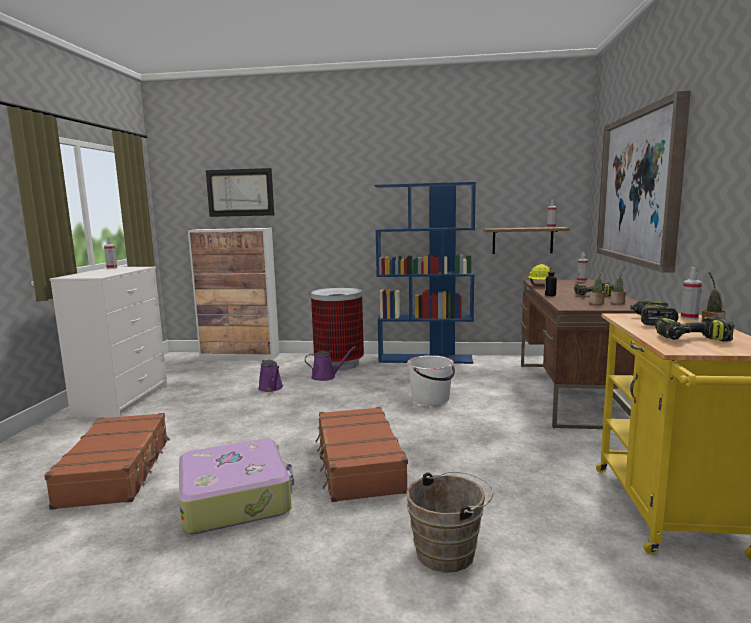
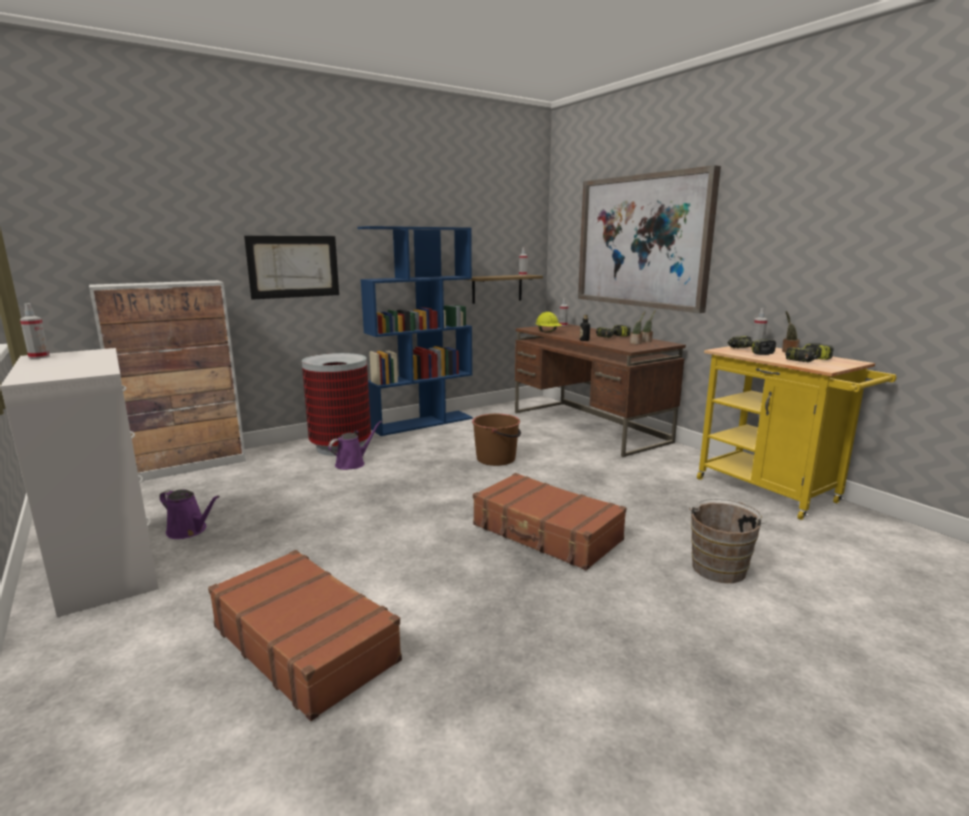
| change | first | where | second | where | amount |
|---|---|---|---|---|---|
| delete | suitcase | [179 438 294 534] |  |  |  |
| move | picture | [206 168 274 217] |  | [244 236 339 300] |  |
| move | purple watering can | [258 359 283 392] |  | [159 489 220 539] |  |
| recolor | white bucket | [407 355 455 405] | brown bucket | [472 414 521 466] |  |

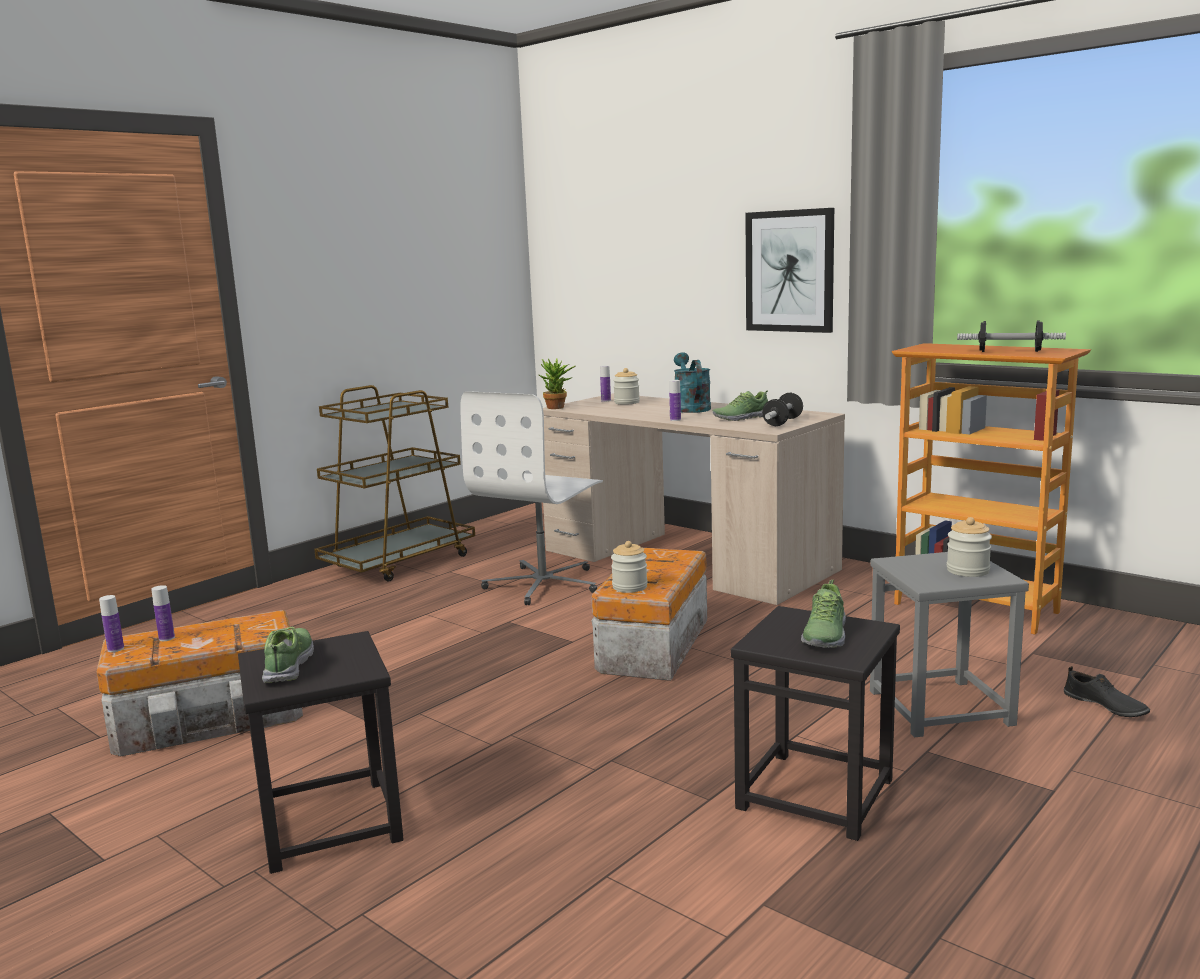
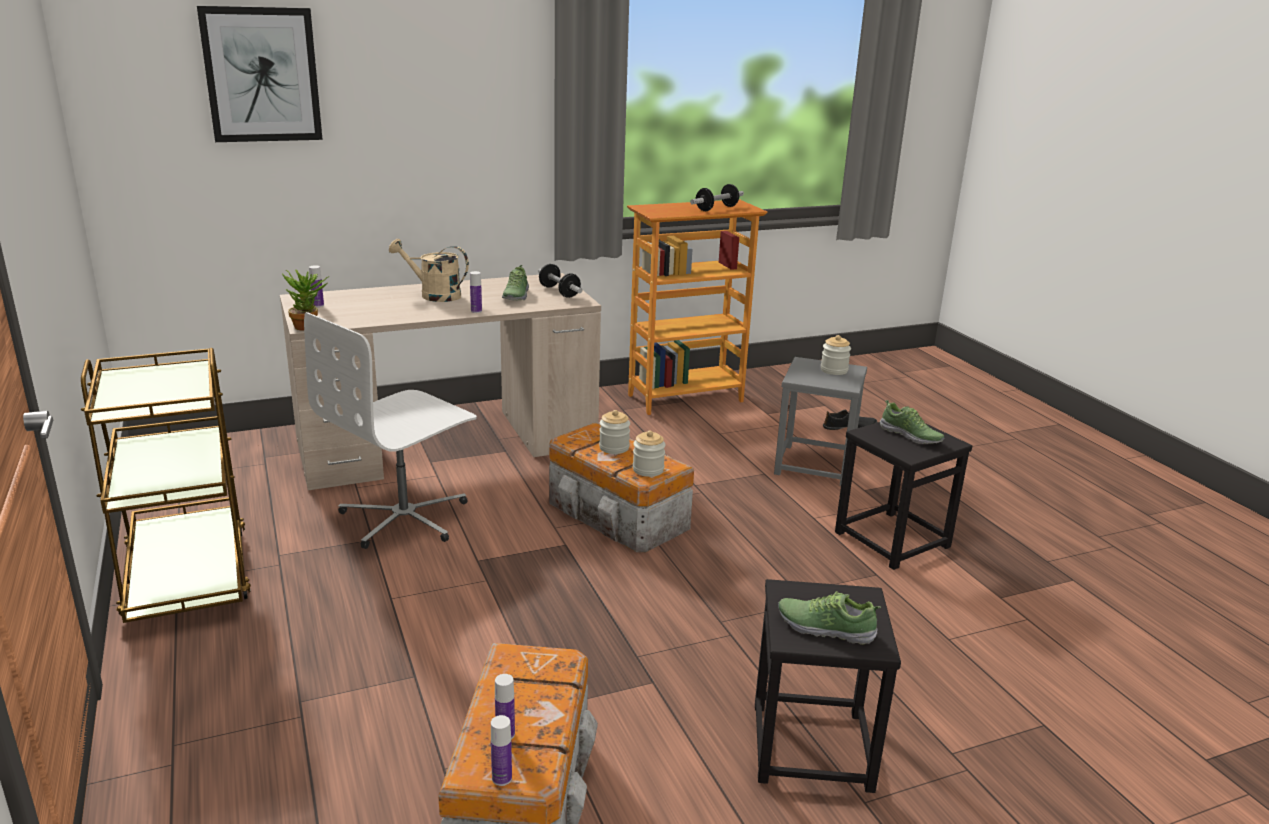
| change | first | where | second | where | amount |
|---|---|---|---|---|---|
| move | jar | [613 368 640 405] |  | [599 410 630 454] |  |
| move | picture | [745 208 834 333] |  | [197 6 323 142] |  |
| recolor | turquoise watering can | [674 352 711 413] | beige watering can | [389 239 469 302] |  |
| rotate | white office chair | [460 391 603 605] |  | [304 312 477 549] | 75 degrees clockwise |

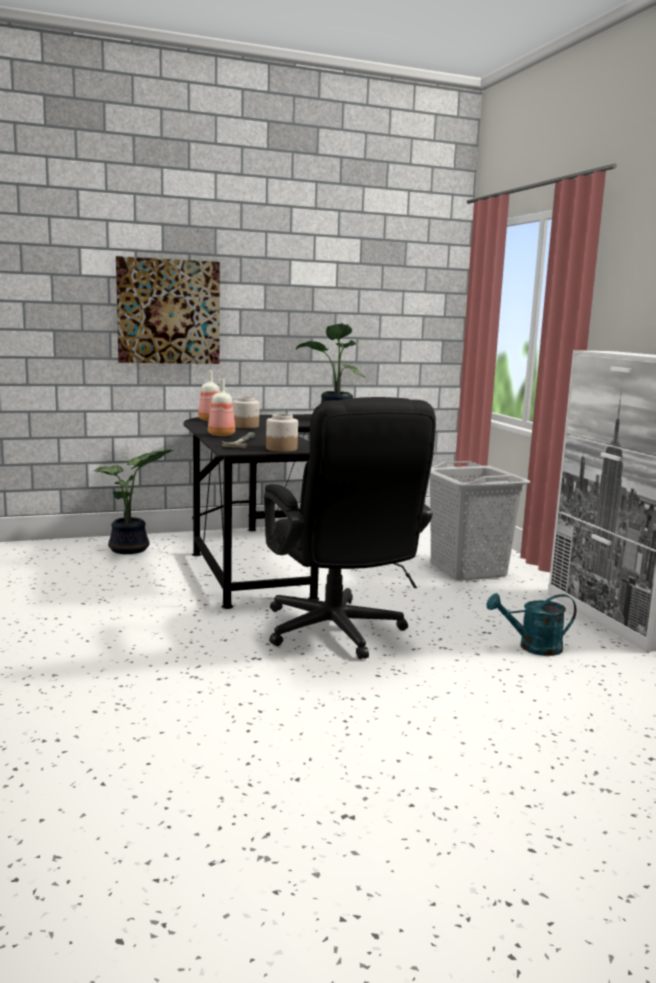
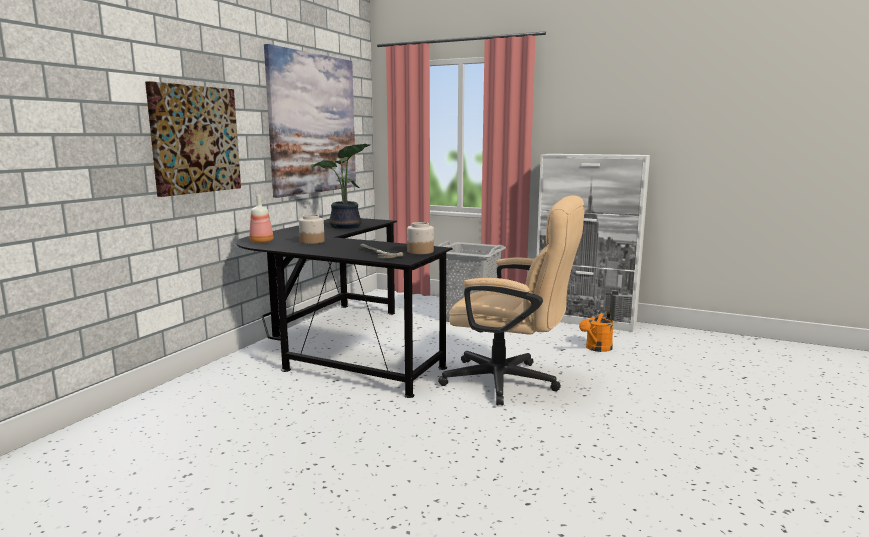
| change | first | where | second | where | amount |
|---|---|---|---|---|---|
| delete | potted plant | [93 449 173 554] |  |  |  |
| delete | bottle | [208 379 235 436] |  |  |  |
| insert |  |  | picture | [264 44 356 198] |  |
| recolor | black office chair | [264 397 436 659] | beige office chair | [438 195 585 405] |  |
| recolor | turquoise watering can | [487 593 577 656] | orange watering can | [579 310 614 352] |  |

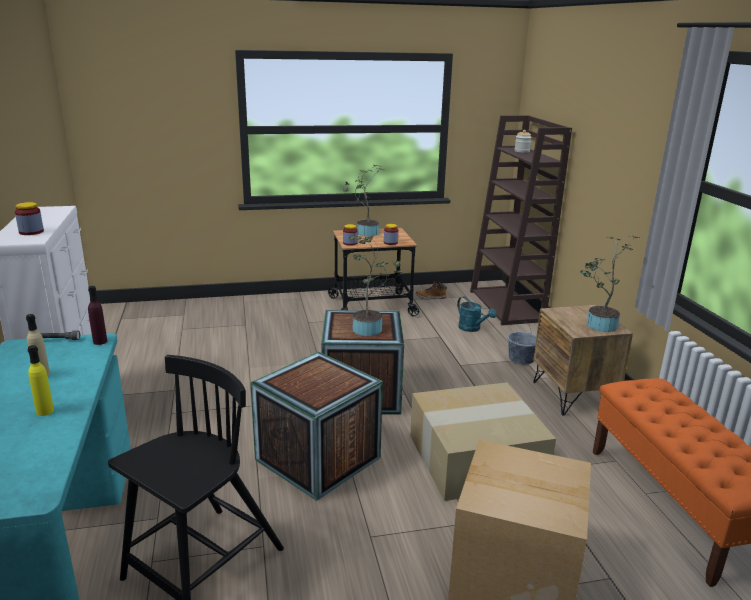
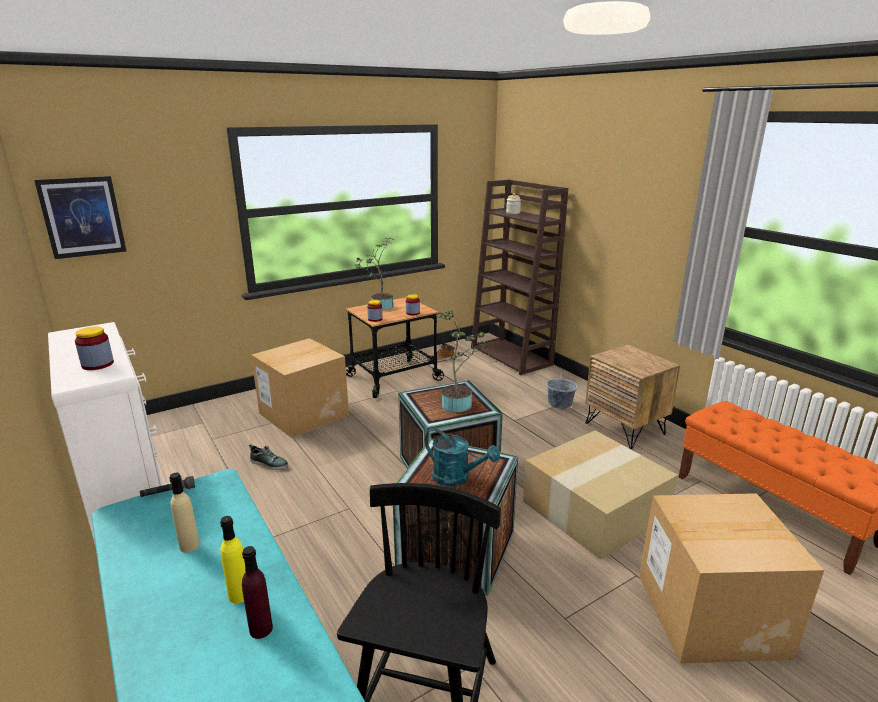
| change | first | where | second | where | amount |
|---|---|---|---|---|---|
| delete | potted plant | [580 236 639 332] |  |  |  |
| insert |  |  | picture | [34 176 126 259] |  |
| insert |  |  | shoe | [249 444 288 470] |  |
| insert |  |  | cardboard box | [251 338 349 438] |  |
| move | purple bottle | [88 286 107 345] |  | [242 546 273 639] |  |
| move | turquoise watering can | [457 296 497 332] |  | [425 428 500 487] |  |

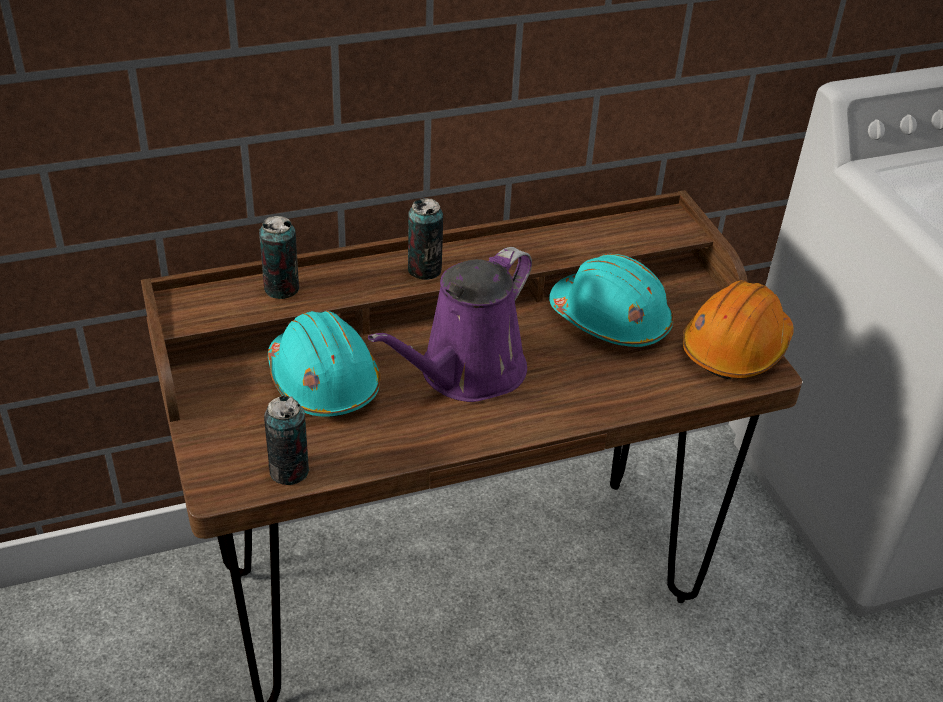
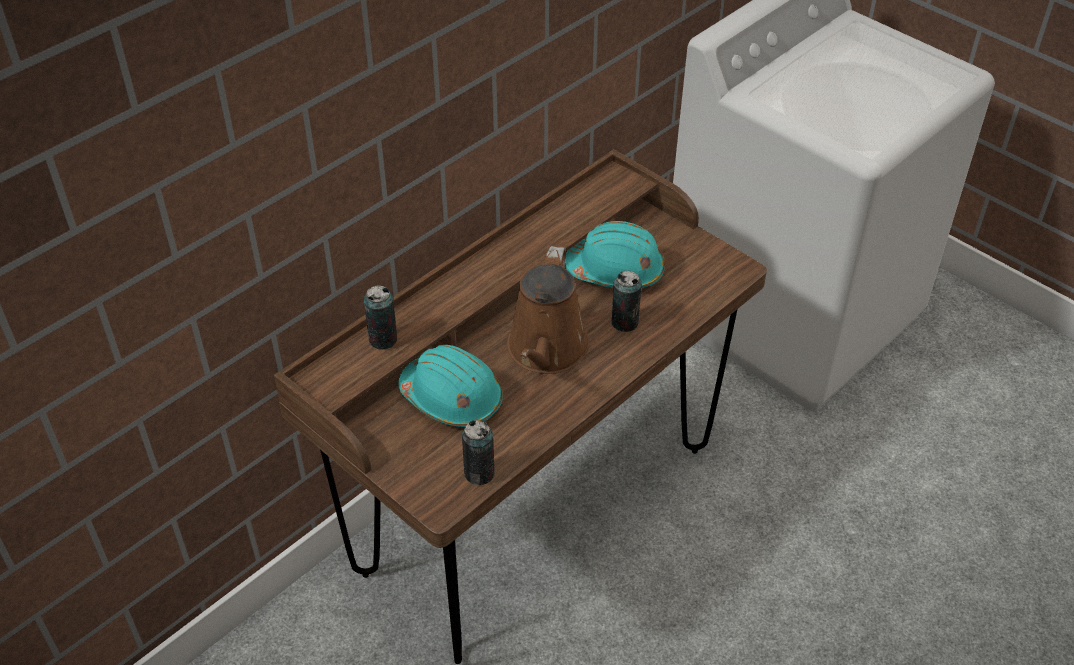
| change | first | where | second | where | amount |
|---|---|---|---|---|---|
| delete | orange hard hat | [683 280 794 380] |  |  |  |
| move | can | [408 198 443 280] |  | [611 270 642 332] |  |
| recolor | purple watering can | [368 247 532 402] | brown watering can | [507 246 590 374] |  |

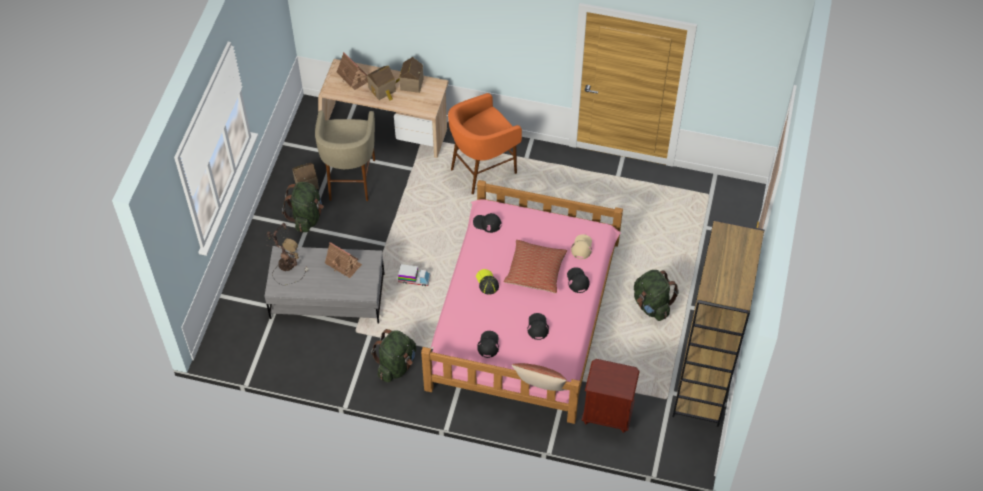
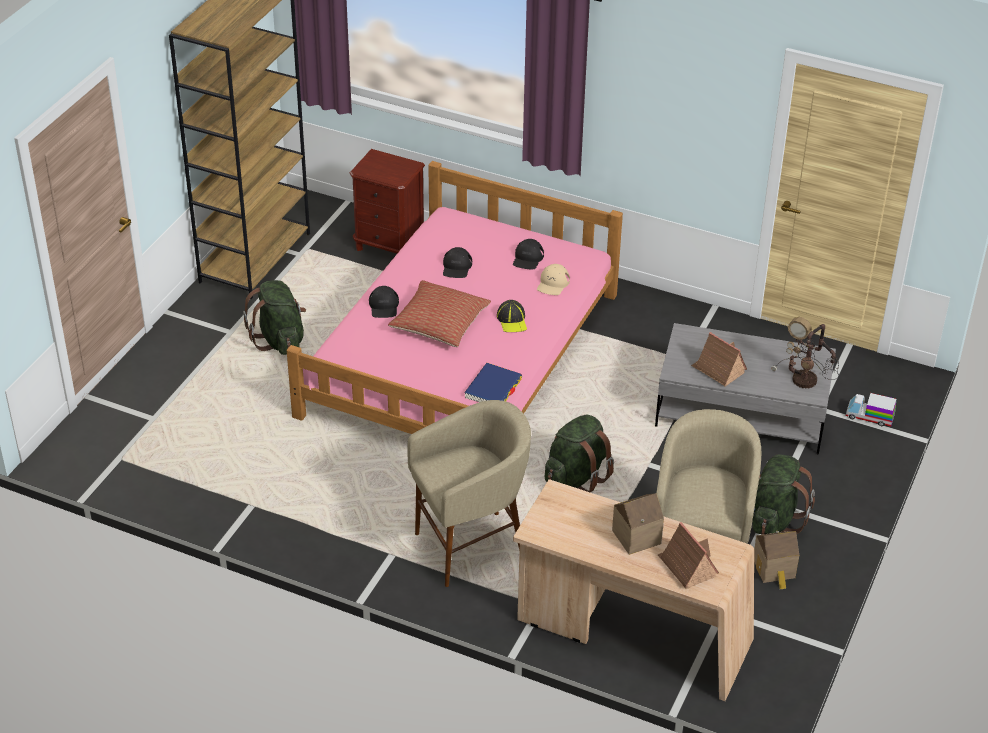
| change | first | where | second | where | amount |
|---|---|---|---|---|---|
| delete | toy house | [395 57 424 93] |  |  |  |
| delete | pillow | [512 363 567 391] |  |  |  |
| move | green backpack | [371 329 416 382] |  | [545 415 614 493] |  |
| move | toy truck | [398 264 430 286] |  | [846 393 896 427] |  |
| move | beige cap | [571 234 592 259] |  | [537 264 570 295] |  |
| replace | black cap | [473 213 502 233] | blue book | [464 363 522 402] |  |
| recolor | orange stool | [448 93 522 194] | beige stool | [408 400 531 587] |  |

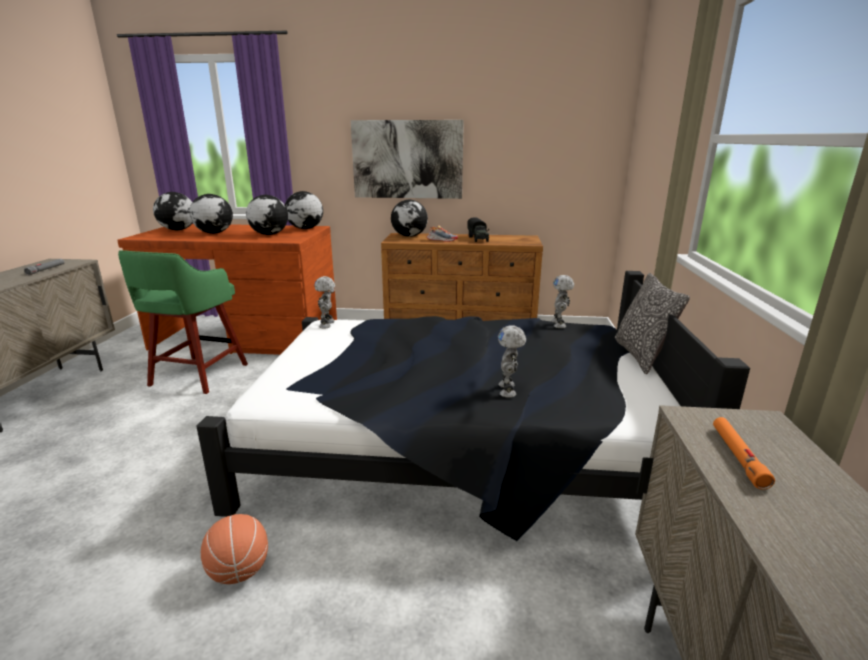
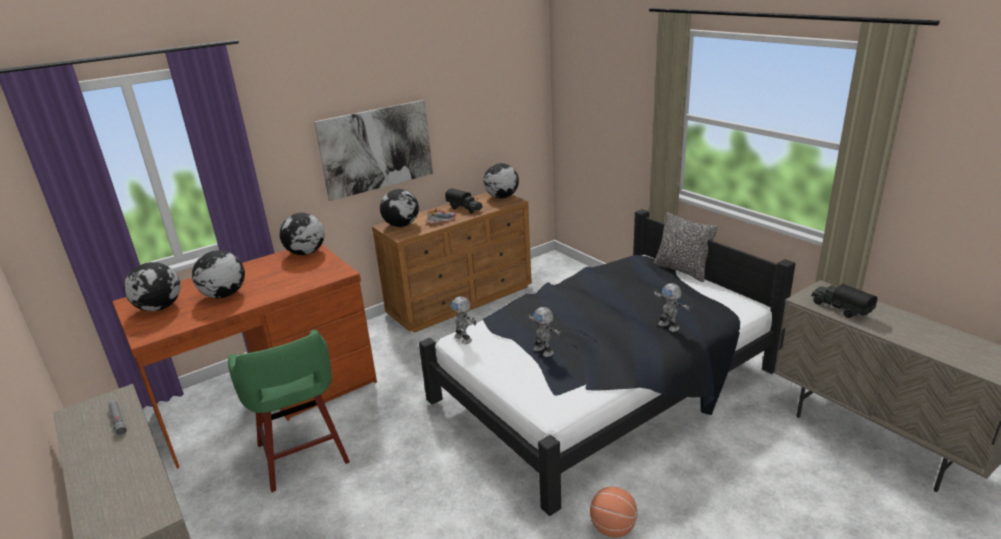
| change | first | where | second | where | amount |
|---|---|---|---|---|---|
| move | globe | [246 195 288 235] |  | [483 163 519 198] |  |
| move | toy robot | [551 275 574 328] |  | [527 307 562 357] |  |
| replace | orange flashlight | [713 417 775 490] | toy truck | [811 284 878 318] |  |

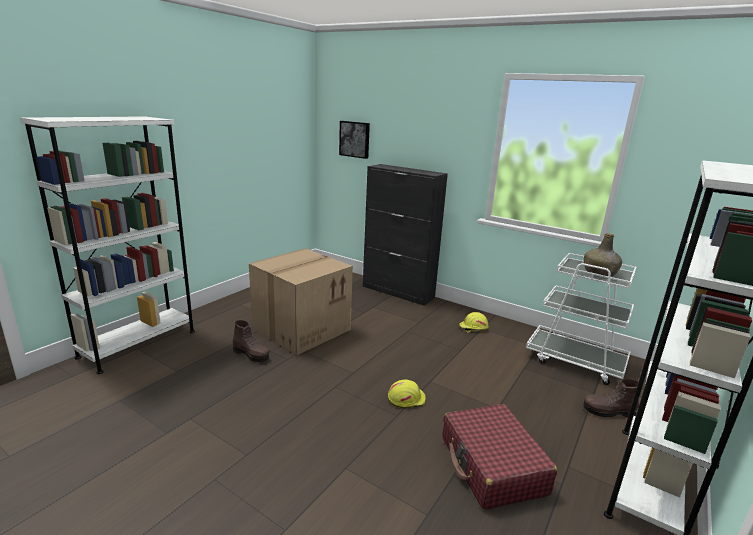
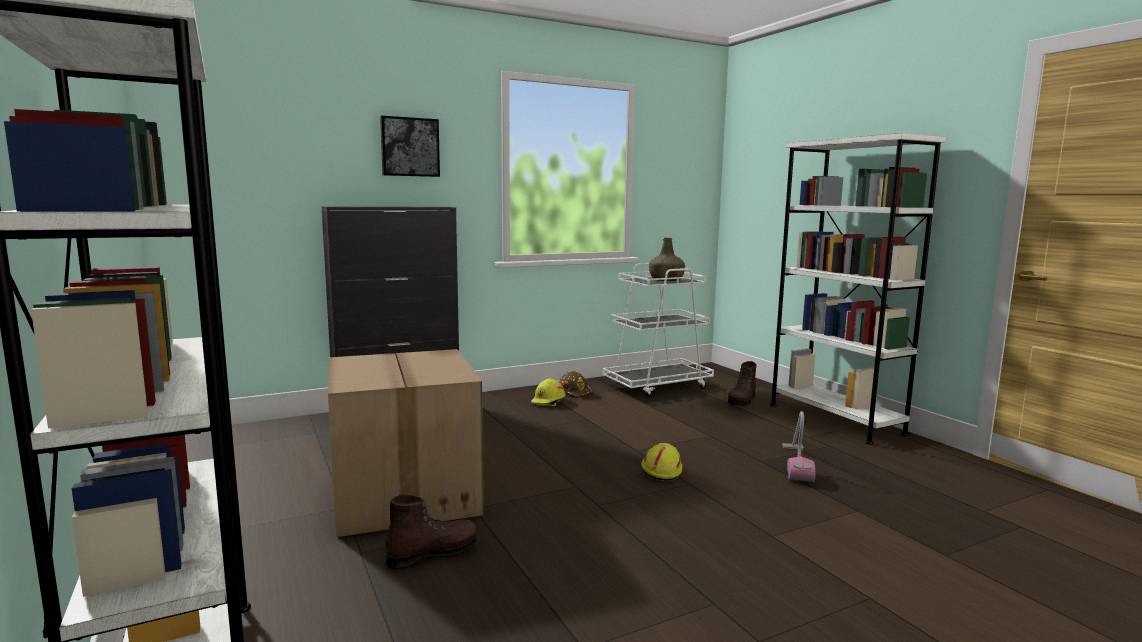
| change | first | where | second | where | amount |
|---|---|---|---|---|---|
| insert |  |  | brown hard hat | [560 371 592 398] |  |
| move | picture | [339 121 370 159] |  | [380 116 440 177] |  |
| replace | red suitcase | [443 404 557 510] | vacuum cleaner | [782 411 815 482] |  |

